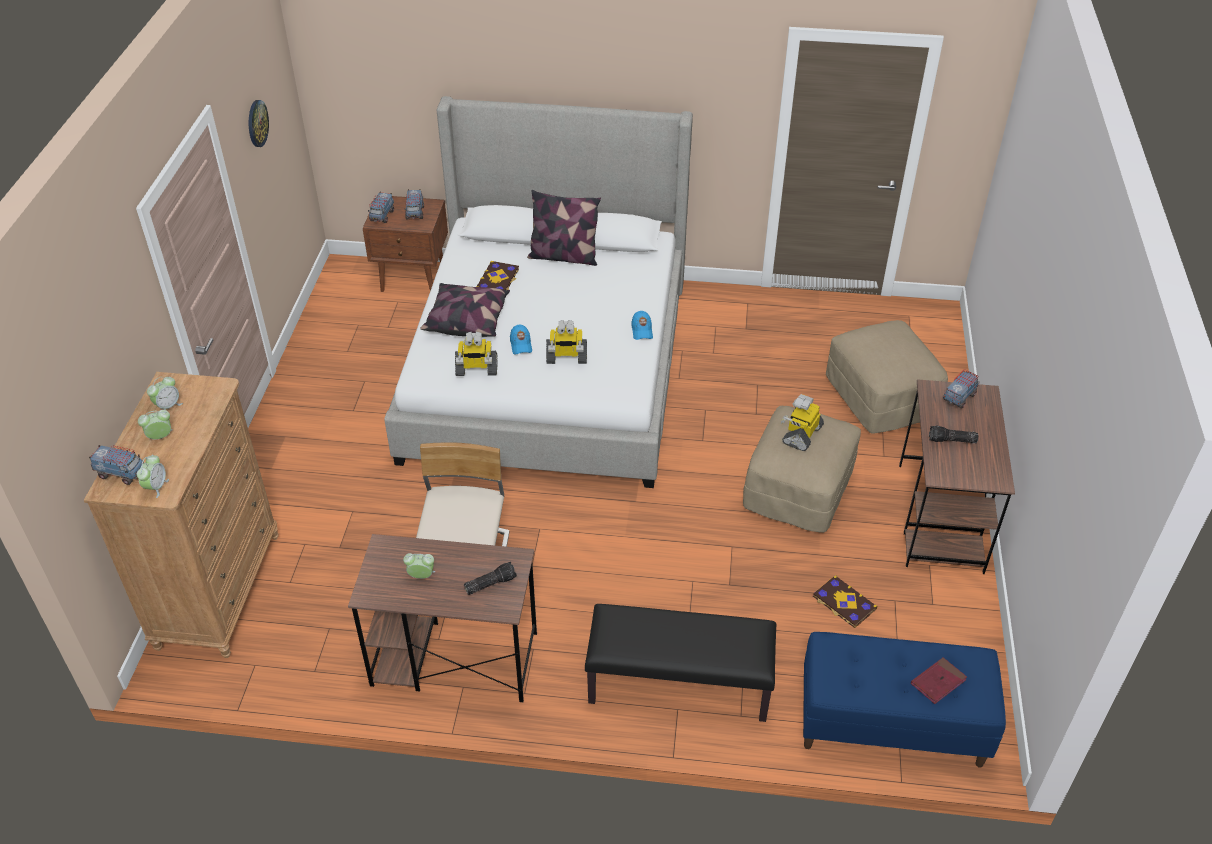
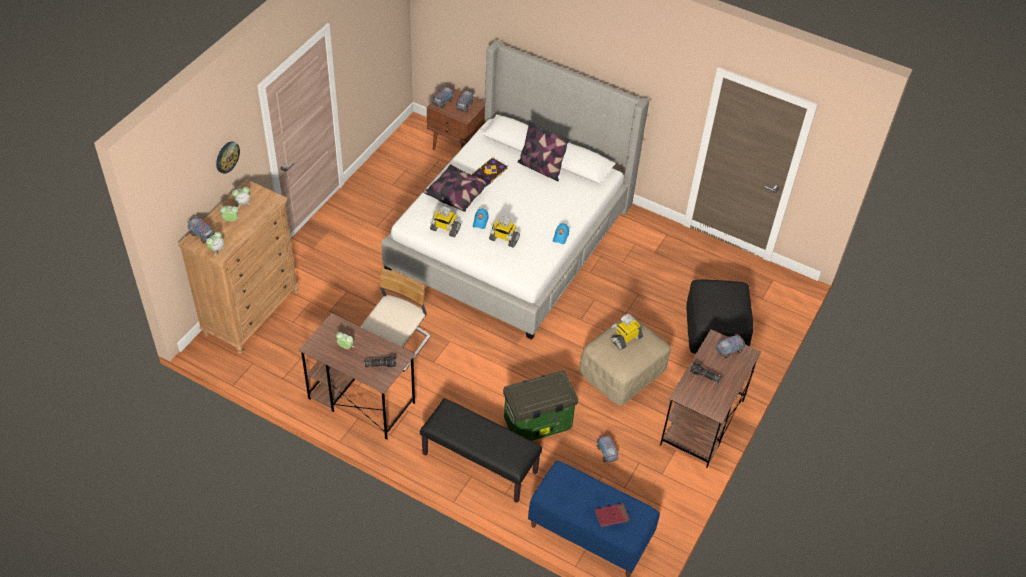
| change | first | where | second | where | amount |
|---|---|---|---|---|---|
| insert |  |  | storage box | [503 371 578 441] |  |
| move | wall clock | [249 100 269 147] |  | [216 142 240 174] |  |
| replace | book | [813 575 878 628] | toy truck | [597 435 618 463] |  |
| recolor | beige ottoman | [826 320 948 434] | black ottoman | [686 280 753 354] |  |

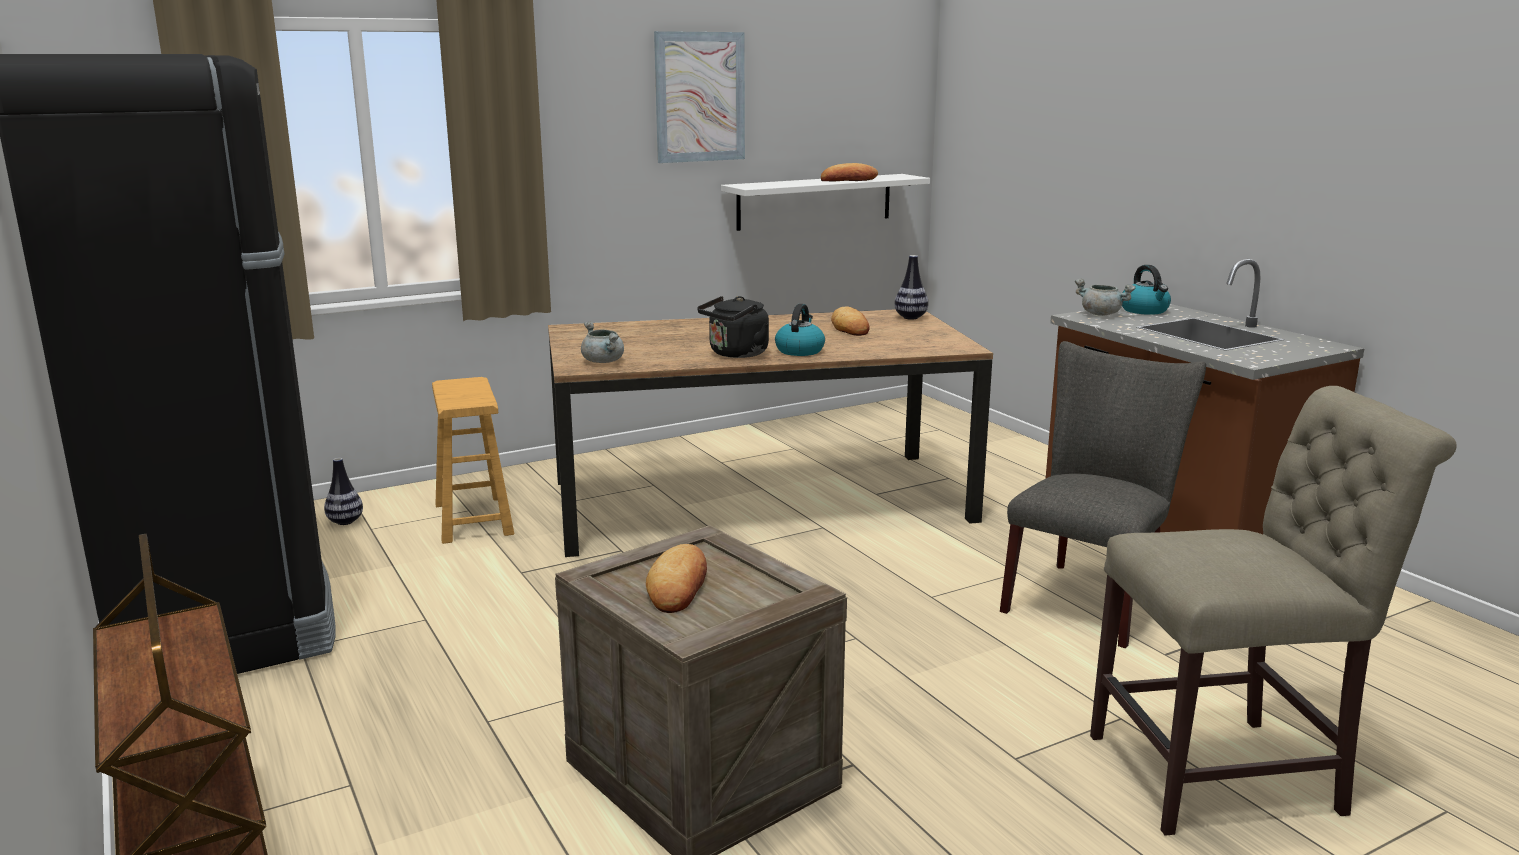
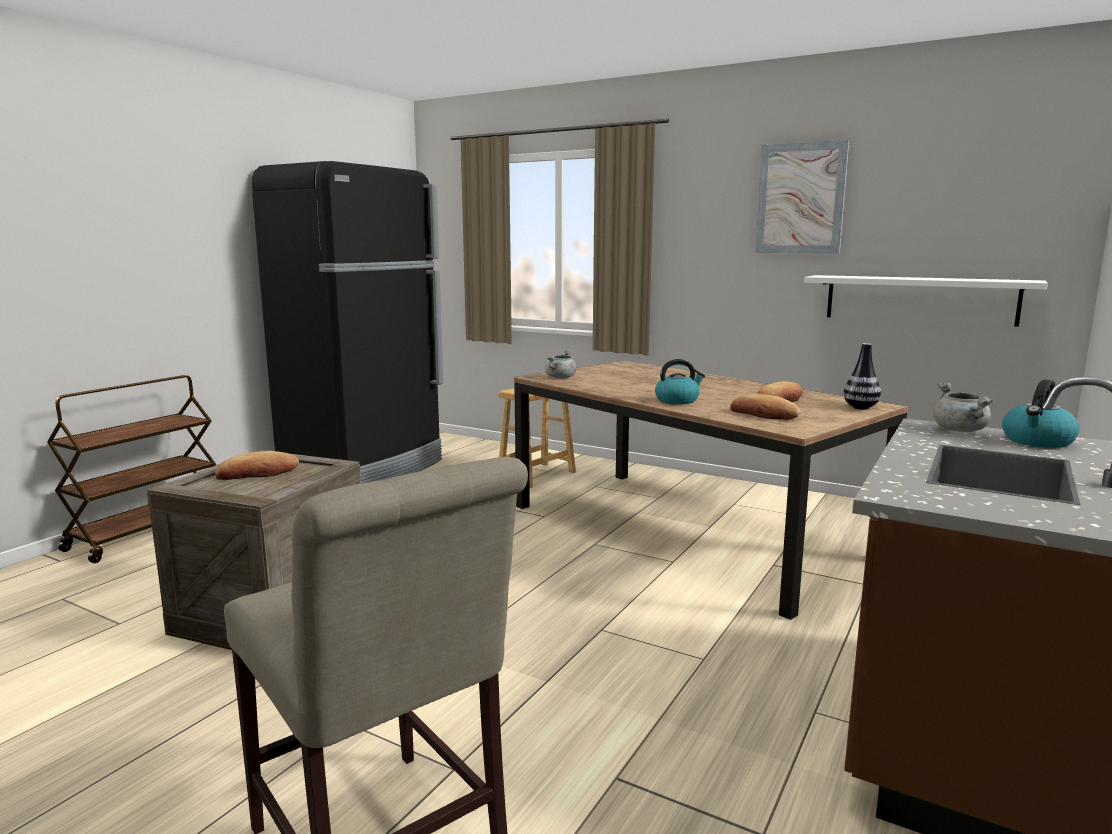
| change | first | where | second | where | amount |
|---|---|---|---|---|---|
| delete | vase | [324 458 363 525] |  |  |  |
| delete | black kettle | [697 296 769 358] |  |  |  |
| delete | grey chair | [1000 341 1206 648] |  |  |  |
| move | bread | [821 163 878 181] |  | [730 394 800 420] |  |

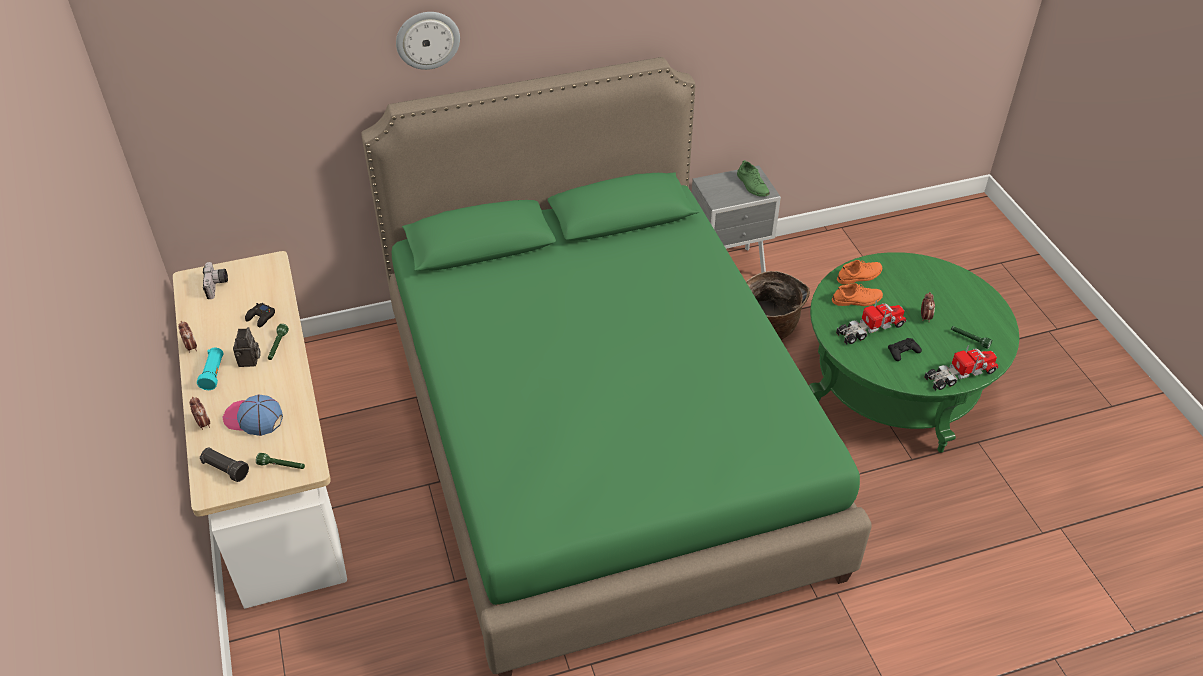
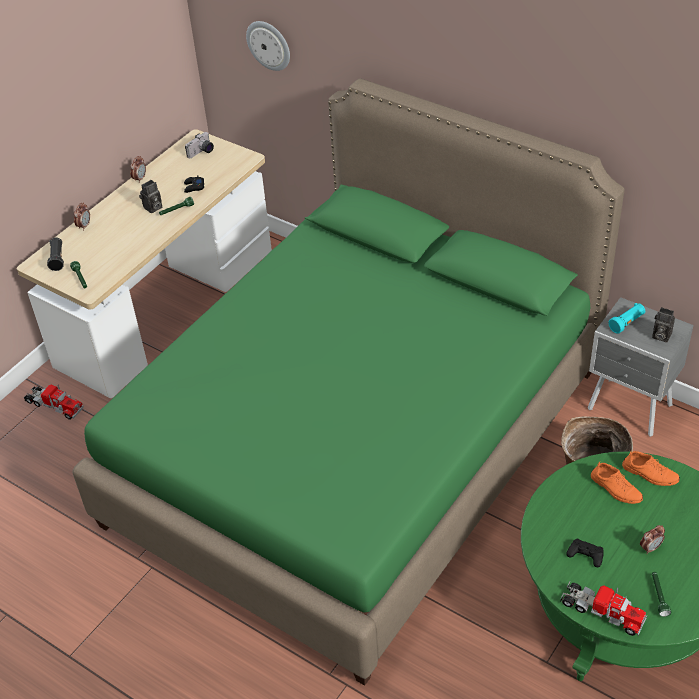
| change | first | where | second | where | amount |
|---|---|---|---|---|---|
| delete | cap | [222 395 283 436] |  |  |  |
| move | turquoise flashlight | [197 348 224 390] |  | [608 303 645 334] |  |
| move | wall clock | [396 12 460 70] |  | [246 21 290 71] |  |
| move | toy truck | [836 300 906 345] |  | [24 385 84 420] |  |
| replace | green shoe | [737 160 770 197] | photo camera | [652 307 675 342] |  |

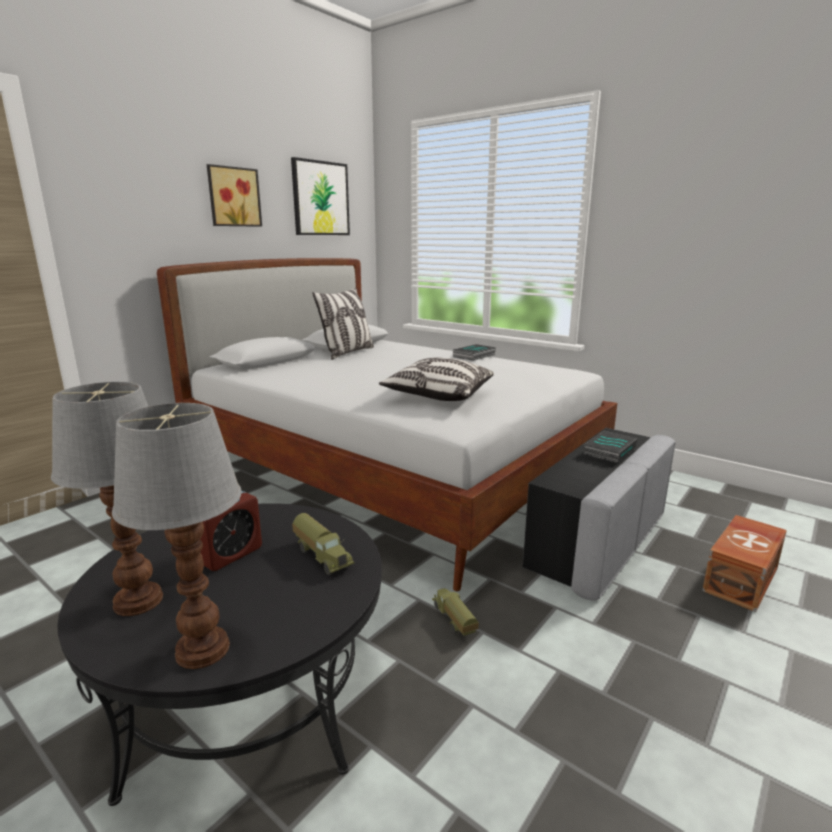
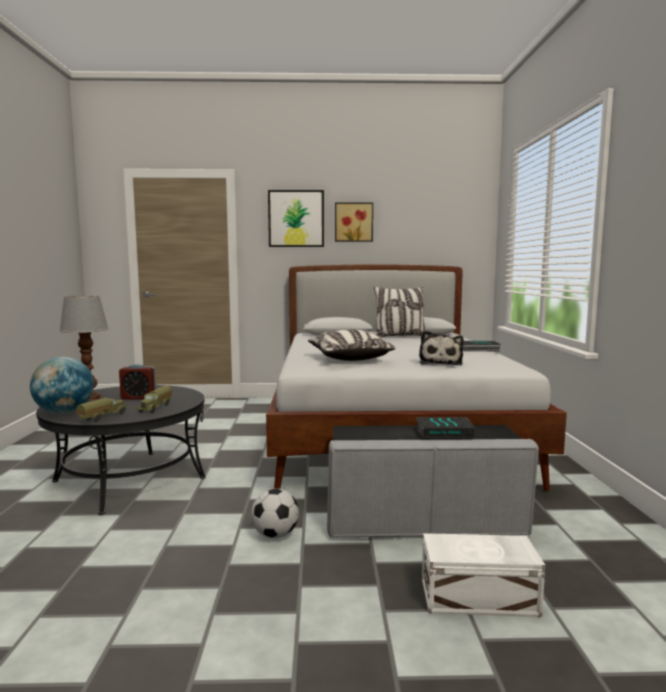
| change | first | where | second | where | amount |
|---|---|---|---|---|---|
| insert |  |  | football | [251 488 299 538] |  |
| insert |  |  | plush toy | [419 330 464 365] |  |
| move | picture | [291 157 350 235] |  | [268 190 324 247] |  |
| move | toy truck | [432 588 479 636] |  | [76 398 128 422] |  |
| replace | table lamp | [112 403 242 669] | globe | [30 357 94 414] |  |
| recolor | brown storage box | [702 515 787 612] | white storage box | [422 533 545 617] |  |

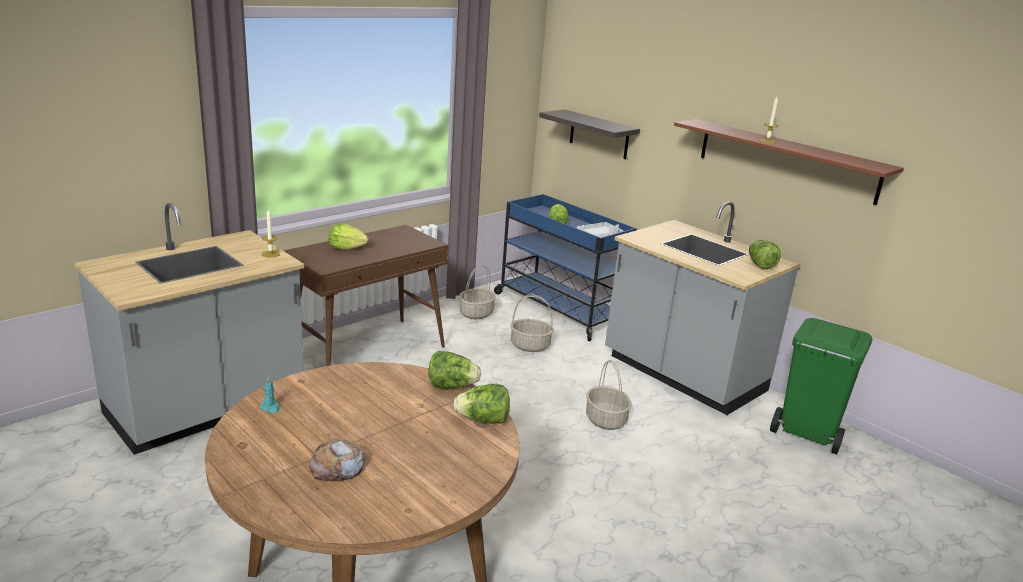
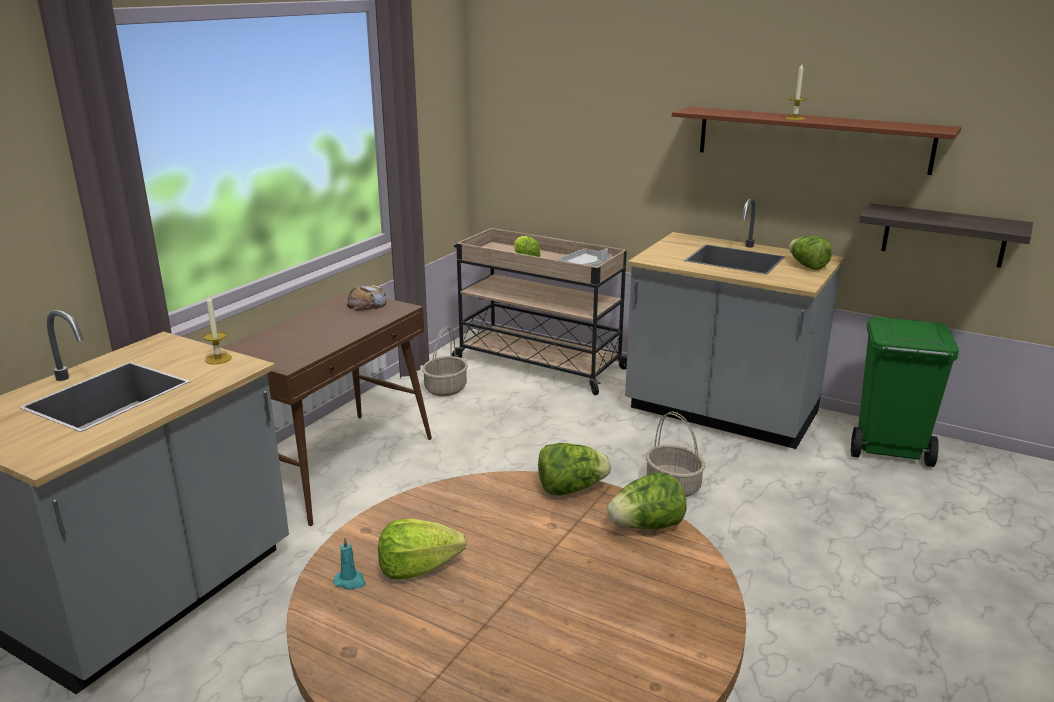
| change | first | where | second | where | amount |
|---|---|---|---|---|---|
| delete | basket | [510 295 553 352] |  |  |  |
| move | bread | [308 439 365 482] |  | [347 286 386 310] |  |
| move | lettuce | [329 224 369 250] |  | [378 519 466 580] |  |
| move | shelf | [539 110 640 159] |  | [859 203 1033 268] |  |
| recolor | blue cart | [494 194 637 341] | beige cart | [452 228 627 395] |  |

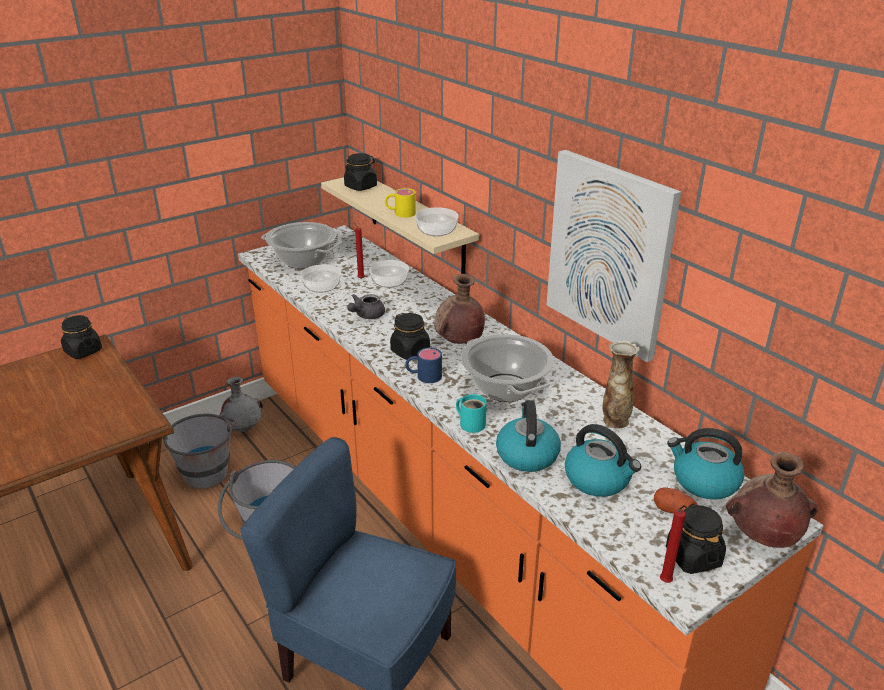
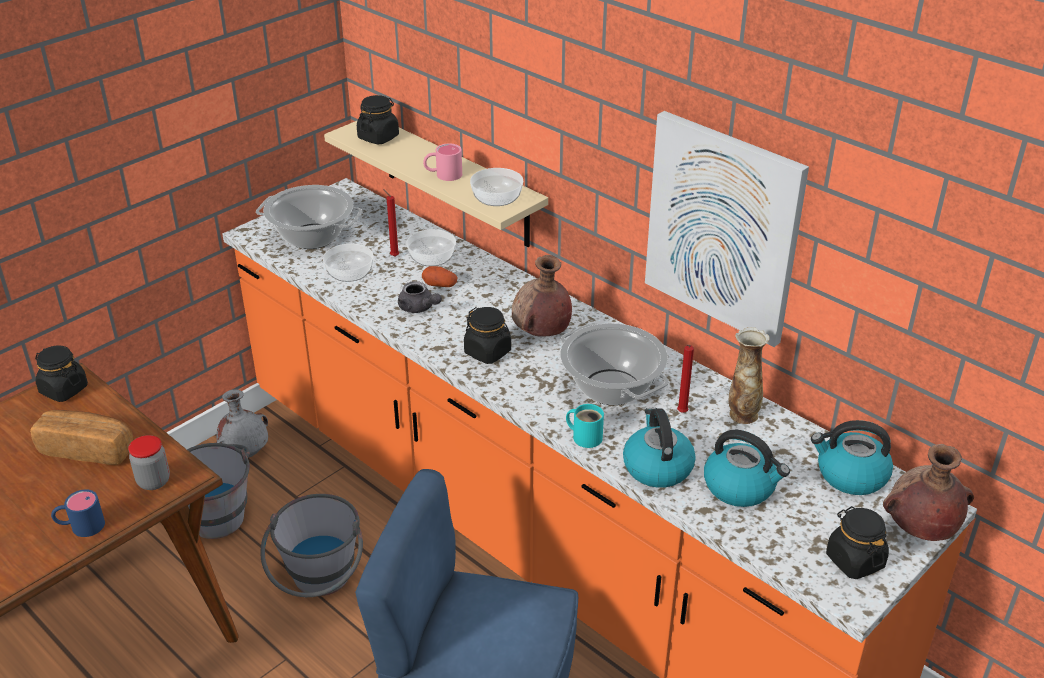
| change | first | where | second | where | amount |
|---|---|---|---|---|---|
| insert |  |  | bread | [30 410 134 465] |  |
| insert |  |  | jar | [128 435 170 490] |  |
| move | blue mug | [405 348 442 383] |  | [51 489 105 537] |  |
| move | potato | [654 487 698 514] |  | [422 266 458 287] |  |
| move | red candle | [660 509 686 583] |  | [677 345 694 413] |  |
| recolor | yellow mug | [385 188 416 218] | pink mug | [423 143 462 181] |  |
| rotate | grey teapot | [347 294 385 319] |  | [398 281 442 313] | 75 degrees counterclockwise |

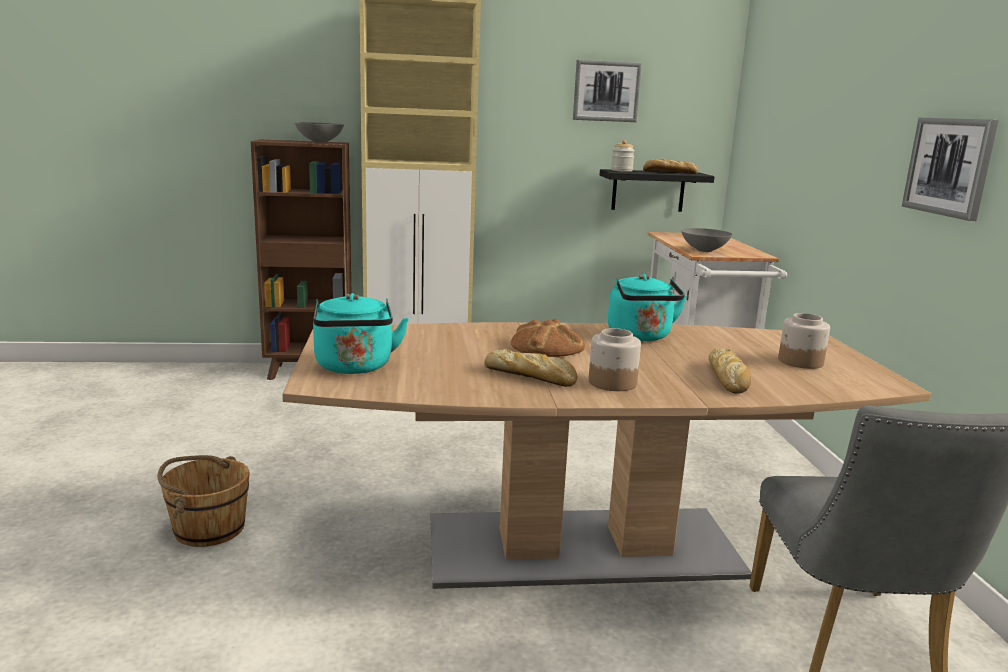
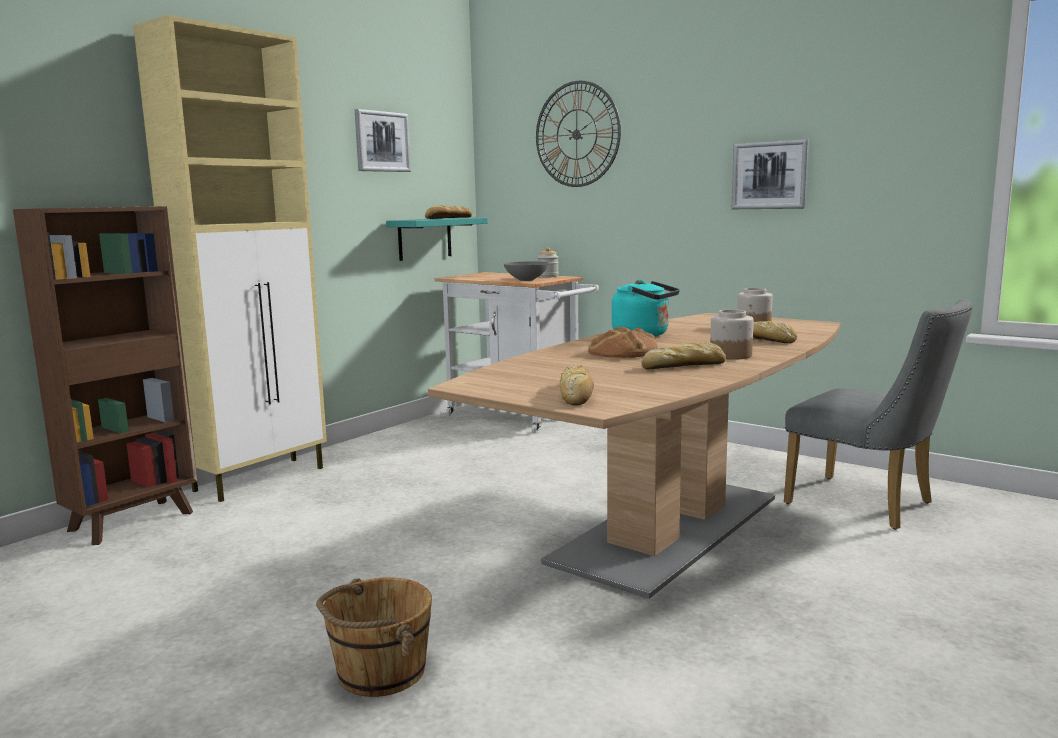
| change | first | where | second | where | amount |
|---|---|---|---|---|---|
| delete | grey bowl | [295 122 344 143] |  |  |  |
| insert |  |  | wall clock | [536 81 621 187] |  |
| move | jar | [611 140 635 172] |  | [537 247 559 277] |  |
| replace | turquoise kettle | [313 293 409 374] | bread | [560 365 594 405] |  |
| recolor | black shelf | [600 169 715 212] | turquoise shelf | [386 218 488 261] |  |

